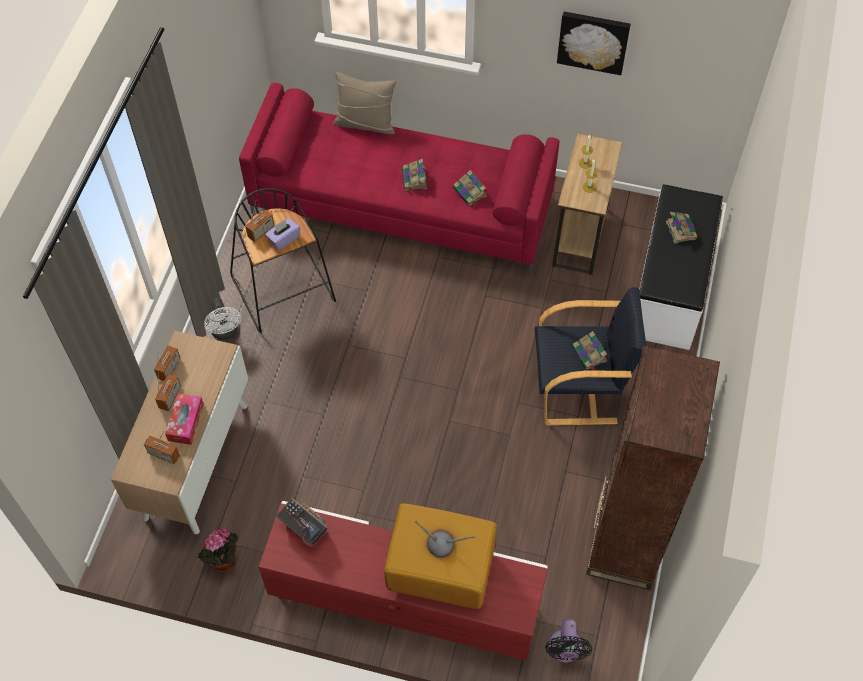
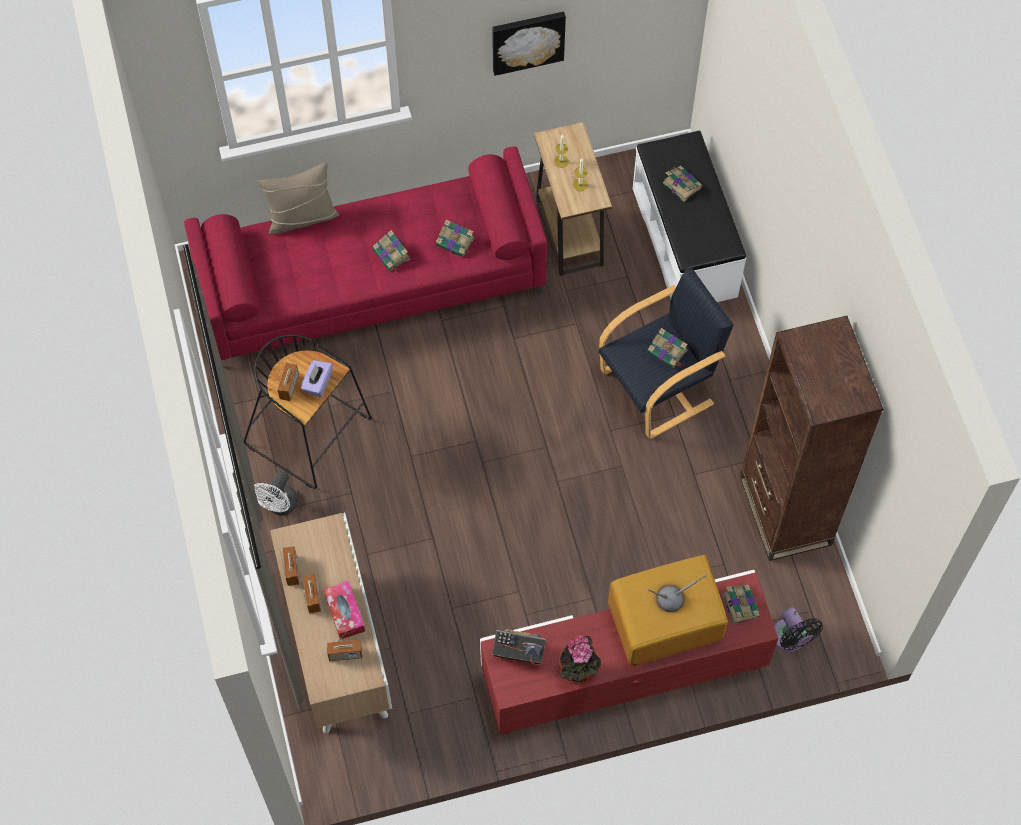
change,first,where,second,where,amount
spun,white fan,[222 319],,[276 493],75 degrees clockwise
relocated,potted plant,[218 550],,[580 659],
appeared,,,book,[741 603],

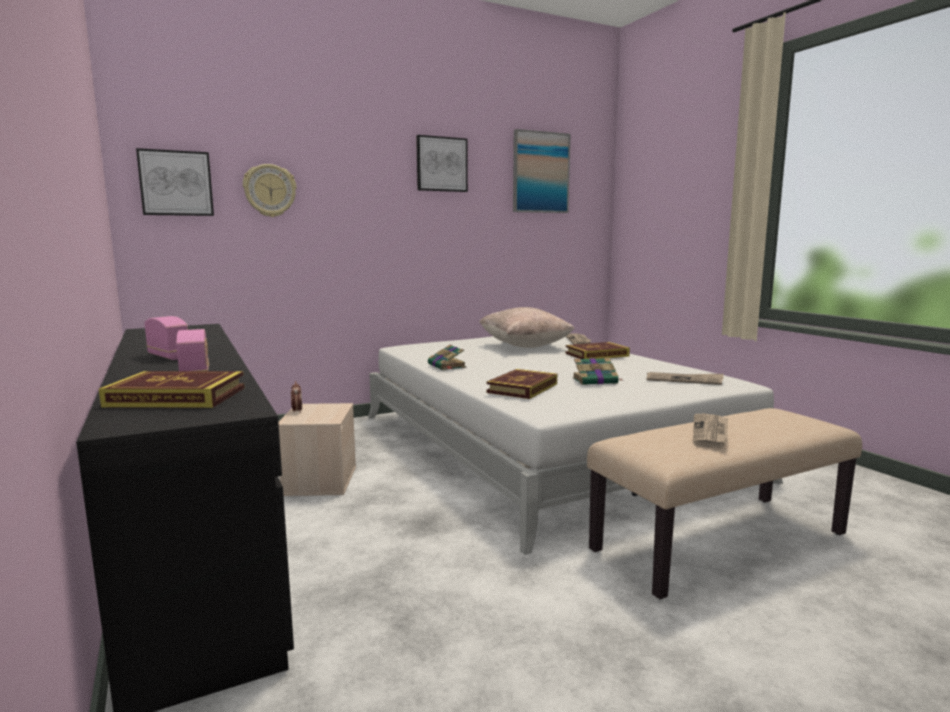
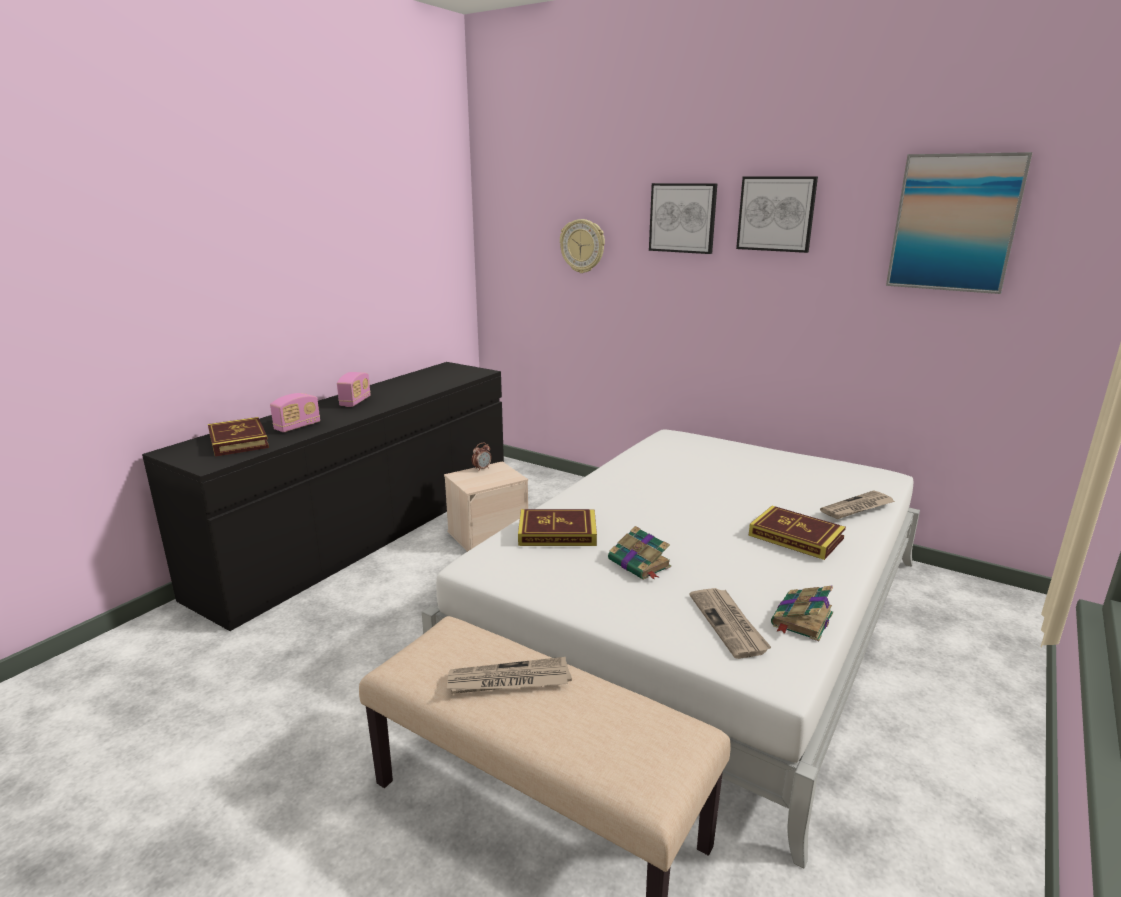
change,first,where,second,where,amount
relocated,picture,[175 182],,[683 218],
relocated,book,[447 357],,[802 613],
missing,beige pillow,[527 327],,,

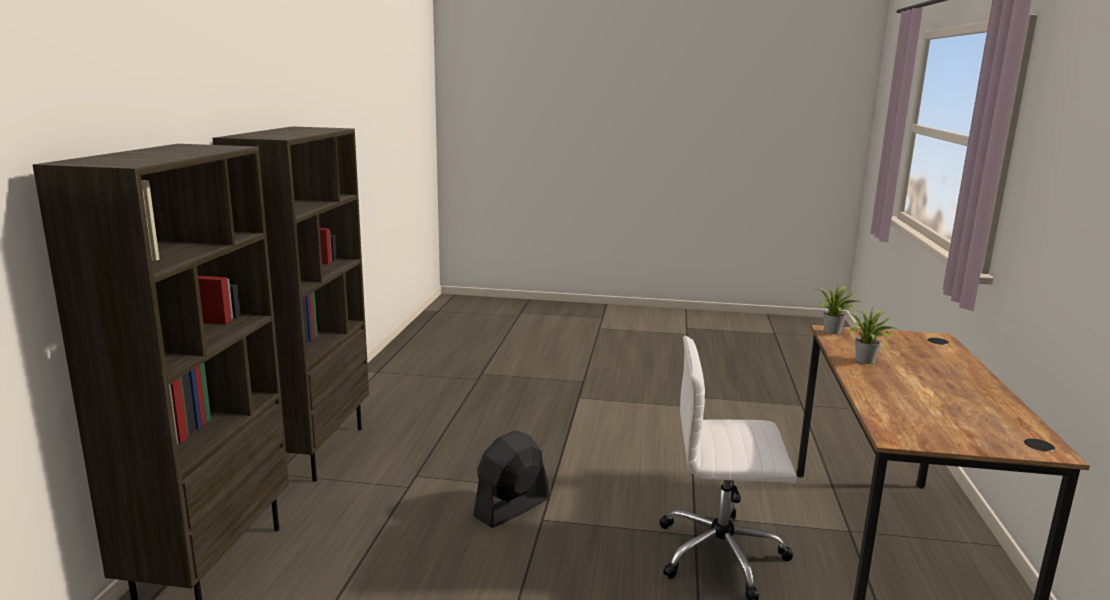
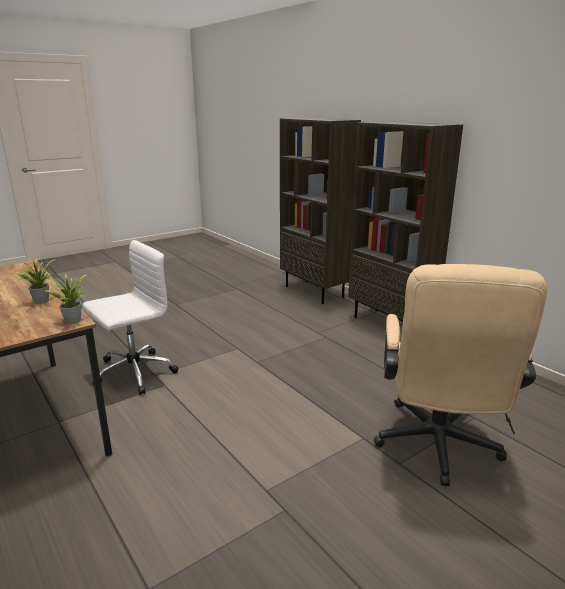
change,first,where,second,where,amount
appeared,,,beige office chair,[460 375],
missing,black fan,[511 479],,,

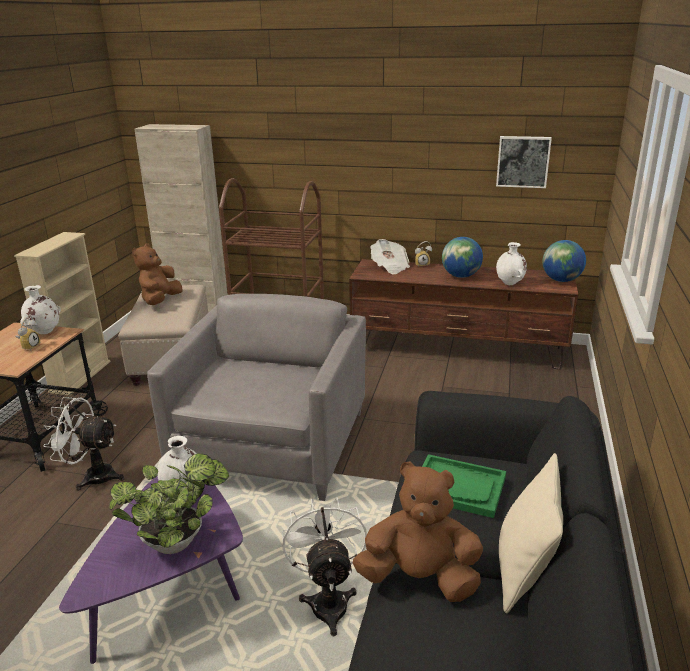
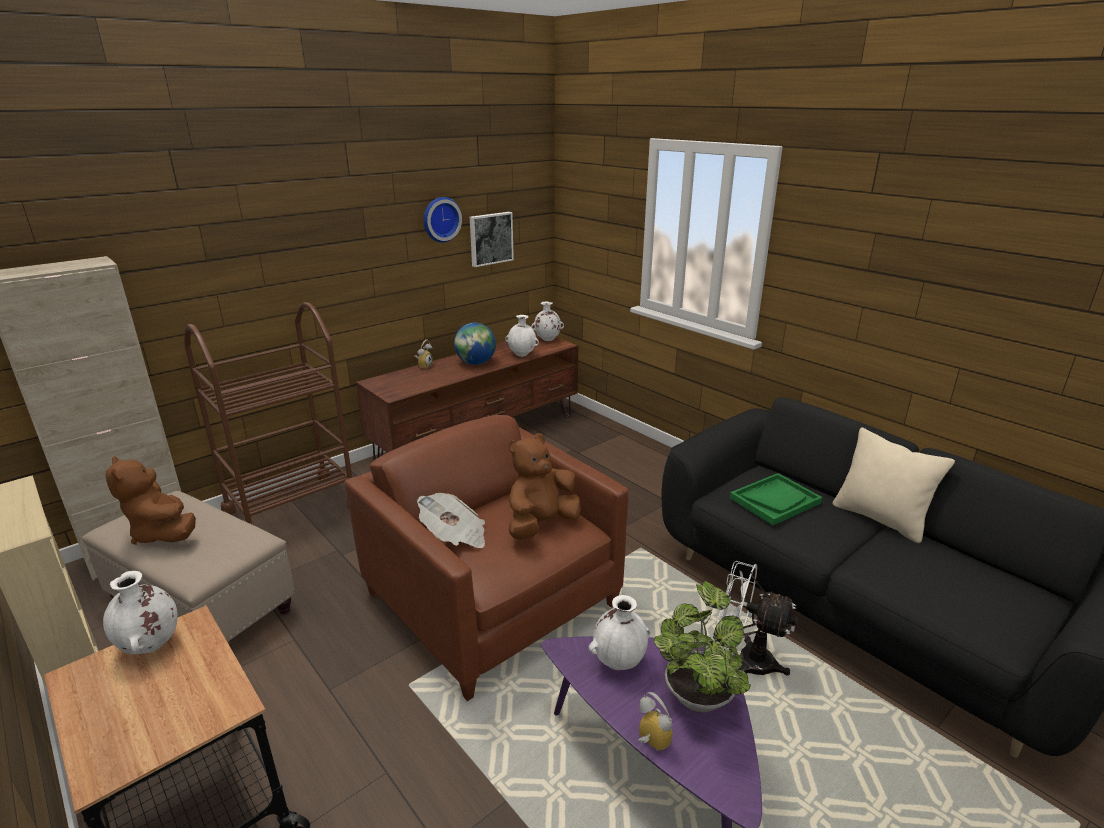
change,first,where,second,where,amount
colour,grey armchair,[256 397],brown armchair,[486 558],
relocated,newspaper,[390 257],,[451 520],
appeared,,,wall clock,[443 219],
relocated,brown plush toy,[417 532],,[545 486],
exchanged,globe,[564 261],white vase,[547 321],
relocated,alarm clock,[27 333],,[655 721],
missing,white fan,[84 444],,,

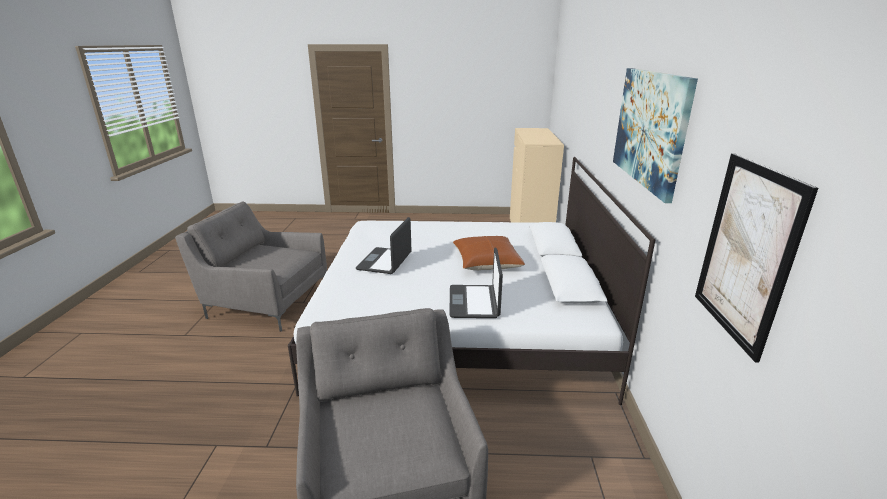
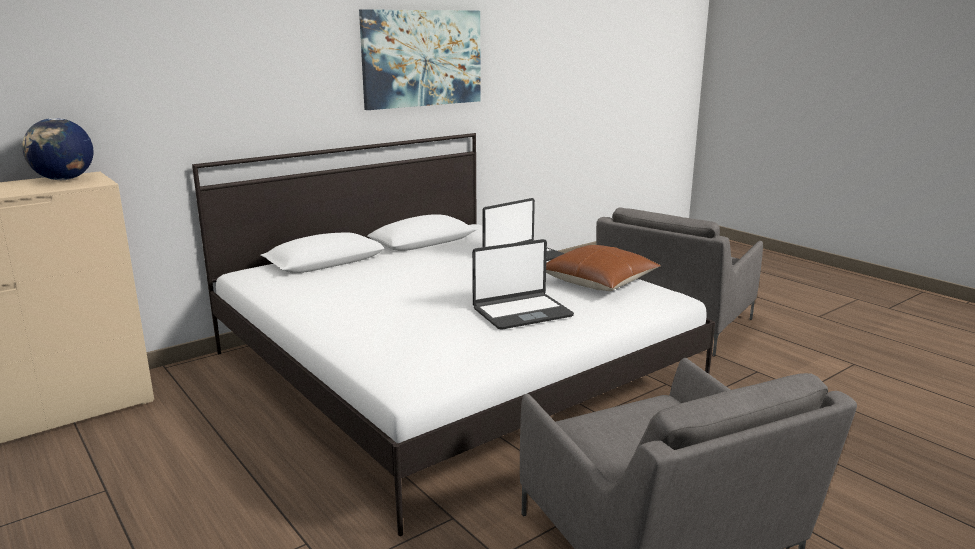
change,first,where,second,where,amount
appeared,,,globe,[57 149],
relocated,brown pillow,[489 253],,[603 268],
missing,picture,[756 258],,,

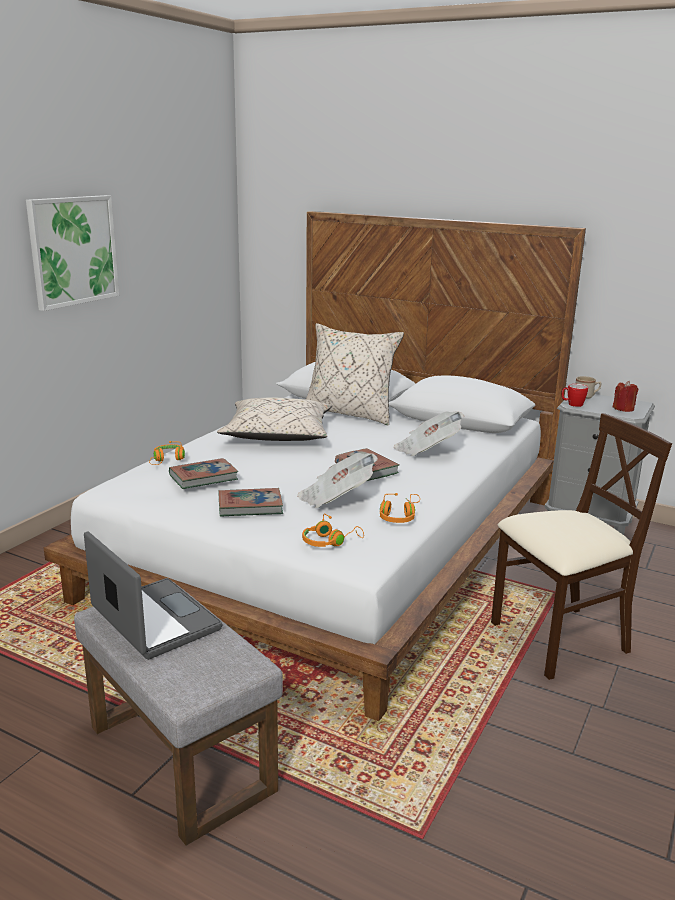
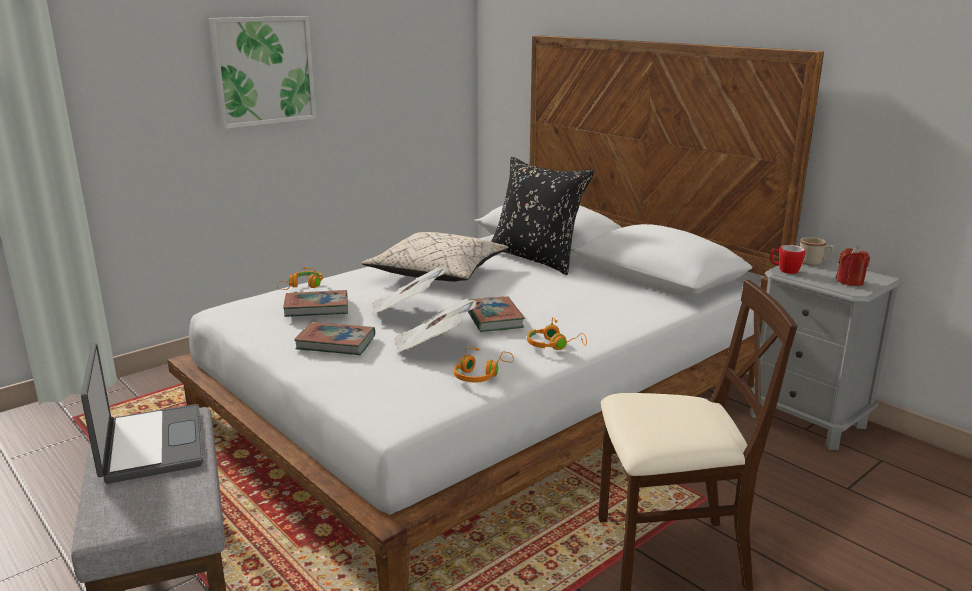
change,first,where,second,where,amount
relocated,newspaper,[429 433],,[408 291],
colour,beige pillow,[355 374],black pillow,[542 216],
relocated,orange headphones,[333 530],,[557 333],

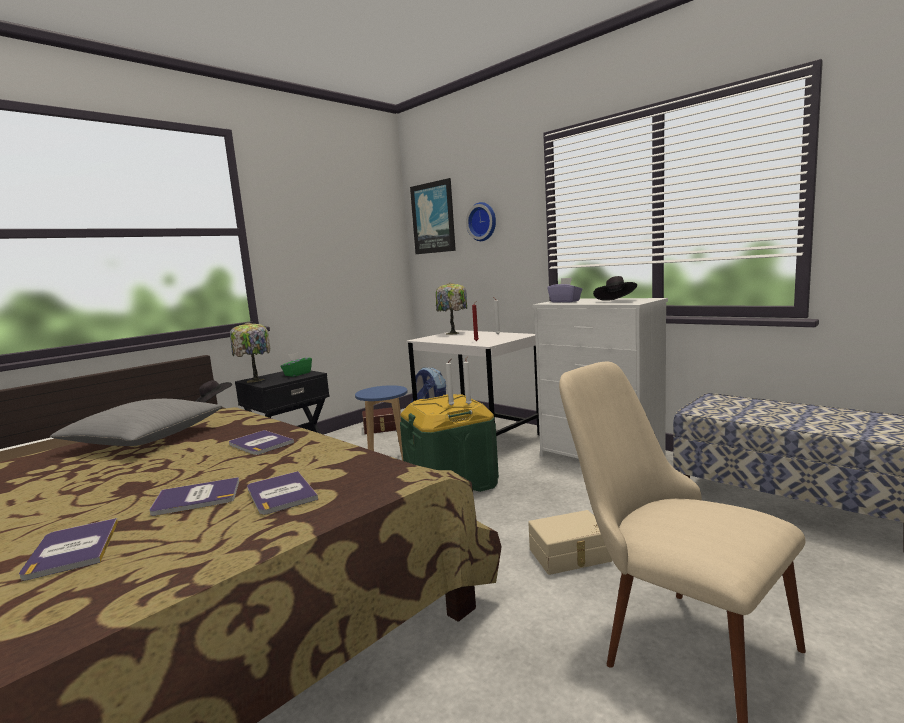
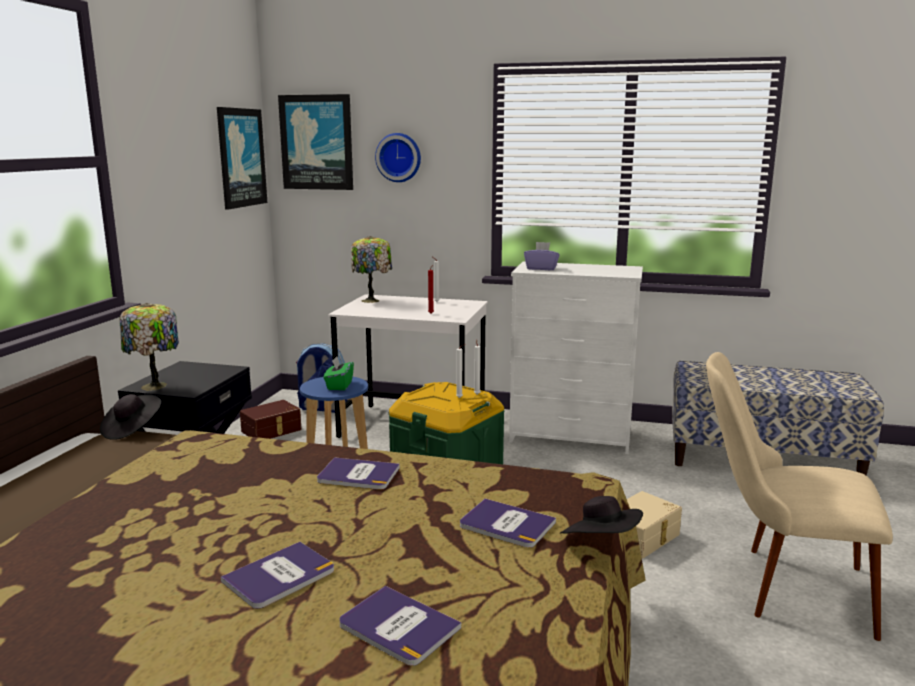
change,first,where,second,where,amount
appeared,,,picture,[242 158],
relocated,book,[194 496],,[277 575],
relocated,green tissue box,[296 364],,[339 373],
relocated,black hat,[615 288],,[601 515],
missing,grey pillow,[136 422],,,

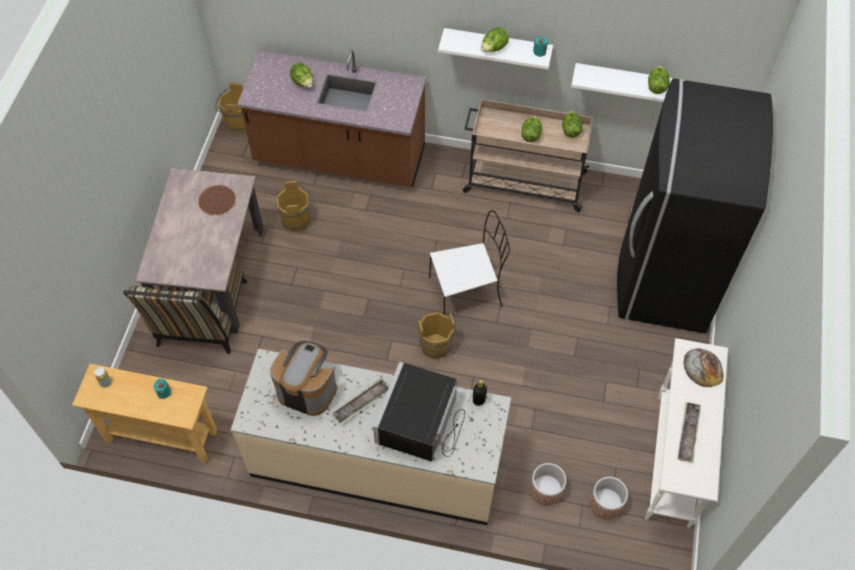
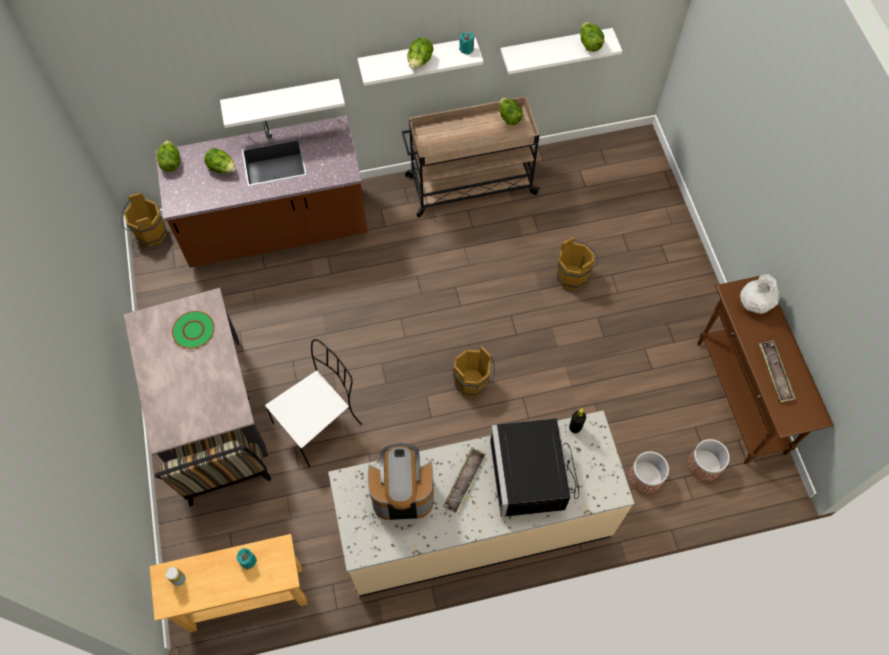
change,first,where,second,where,amount
relocated,lettuce,[531 128],,[168 156],
colour,brown plate,[217 200],green plate,[193 330],
appeared,,,white shelf,[282 103],
relocated,white chair,[469 262],,[313 403],
relocated,brown bucket,[295 206],,[577 263],
colour,white console table,[686 433],brown console table,[765 370],
exchanged,bread,[703 367],white vase,[759 294],
missing,black fridge,[695 206],,,

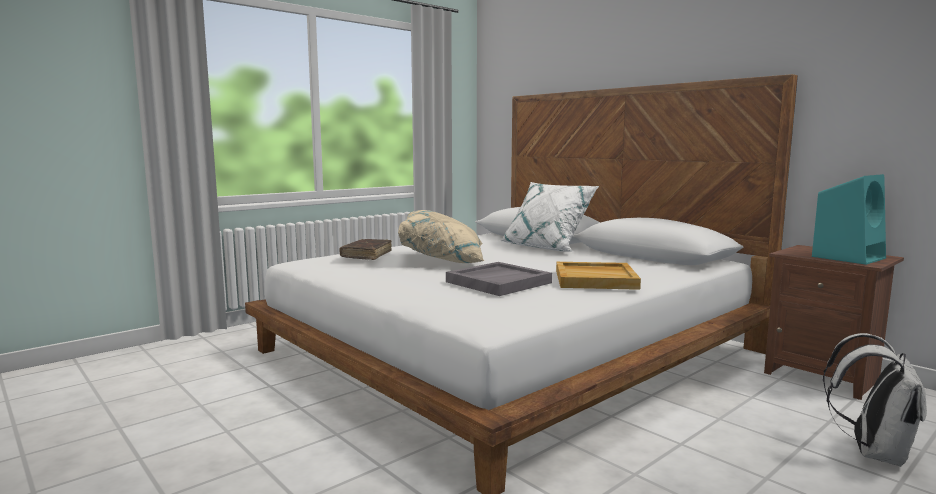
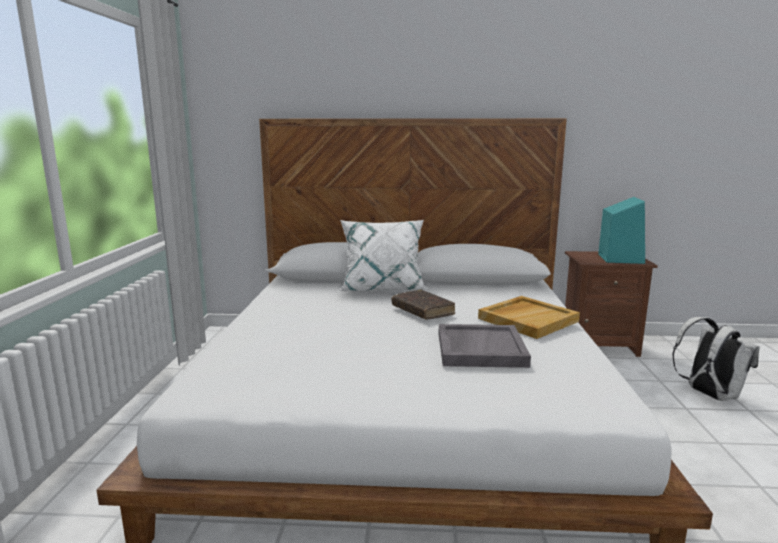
change,first,where,second,where,amount
relocated,brown book,[365 249],,[423 304],
missing,beige pillow,[441 236],,,

